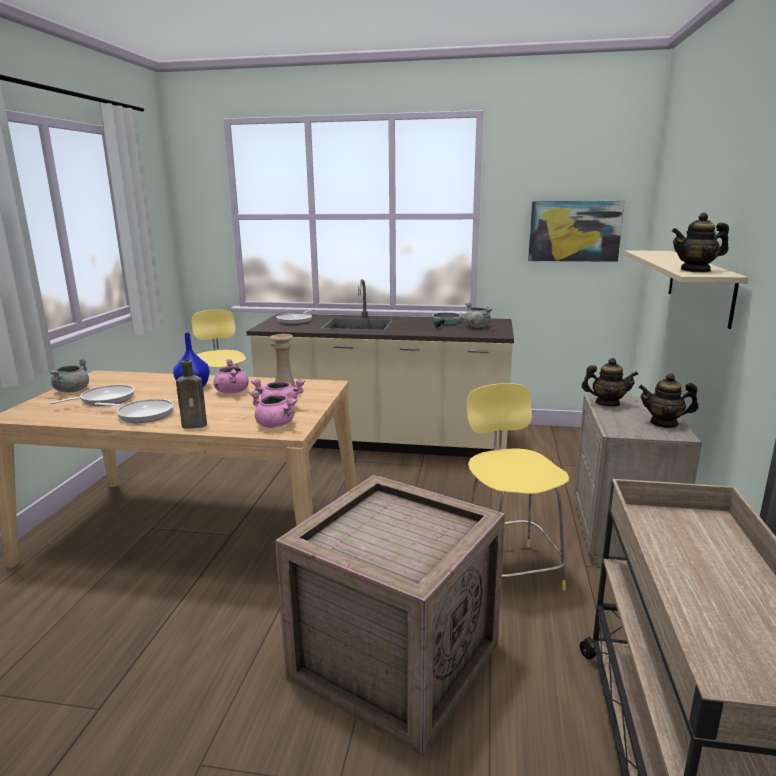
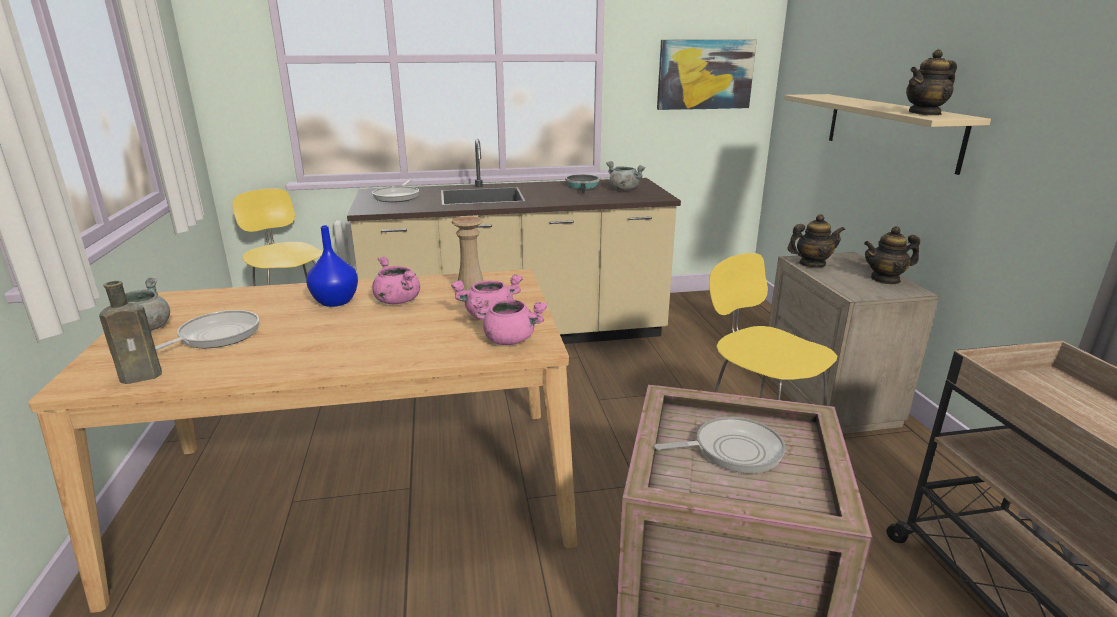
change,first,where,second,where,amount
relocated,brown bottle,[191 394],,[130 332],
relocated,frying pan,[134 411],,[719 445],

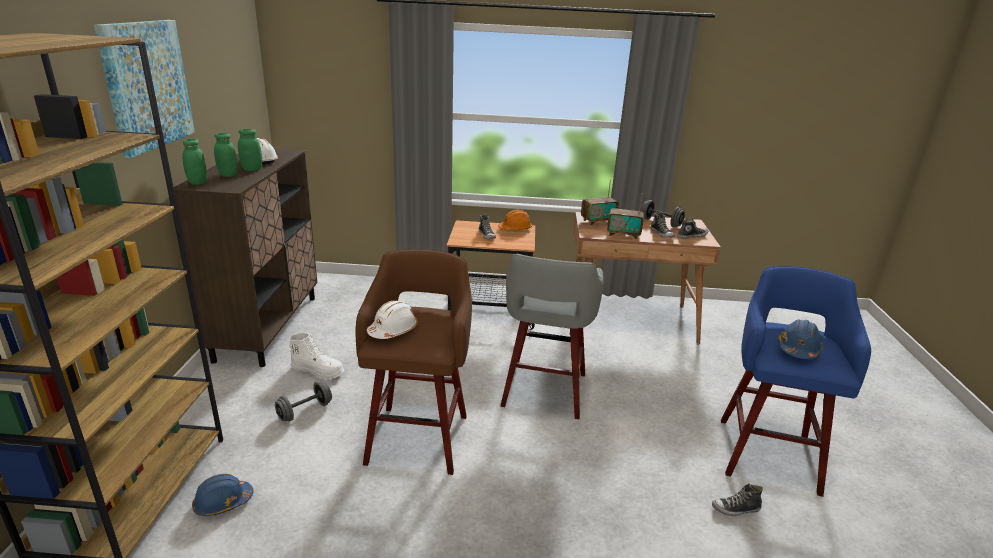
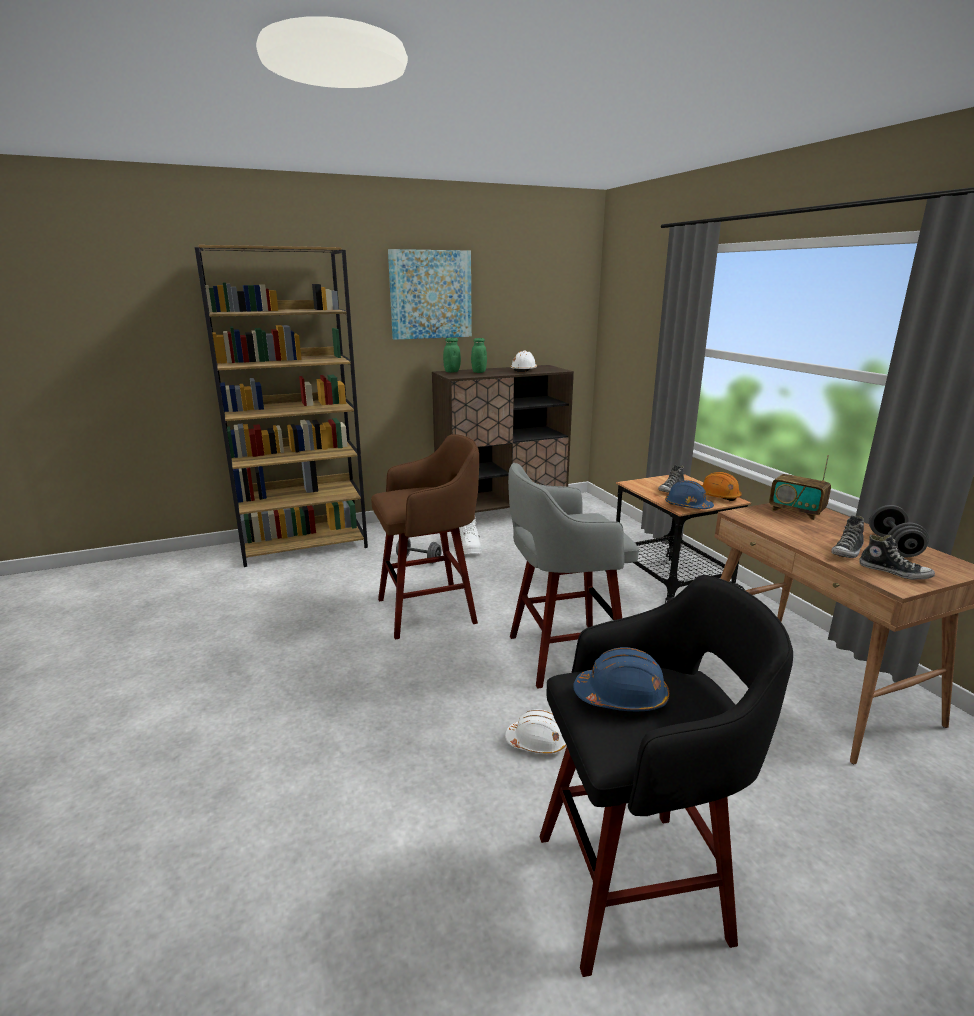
change,first,where,second,where,amount
relocated,white hard hat,[392 319],,[536 731],
colour,blue stool,[796 381],black stool,[666 776],
relocated,blue hard hat,[222 495],,[689 494],
missing,green jar,[250 150],,,
missing,radio,[625 216],,,
missing,shoe,[737 499],,,

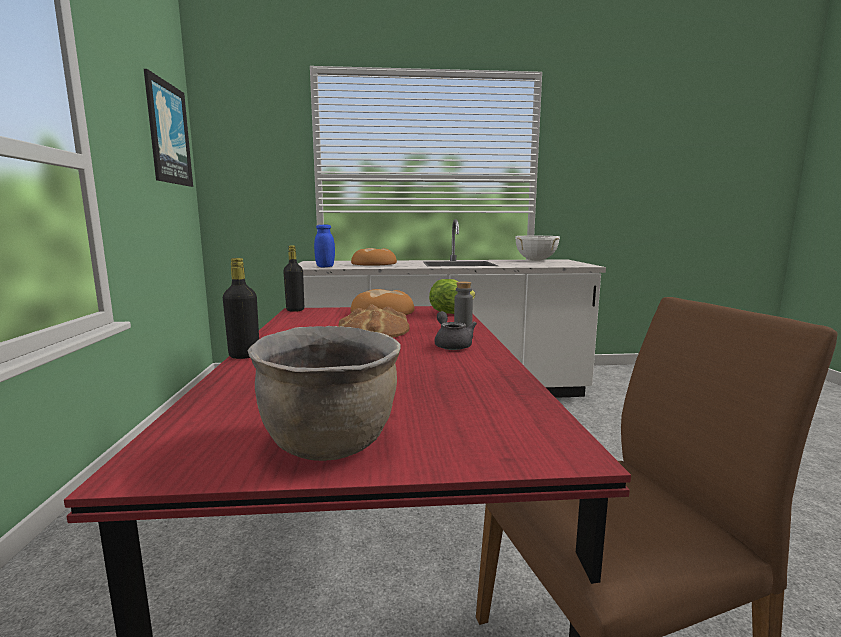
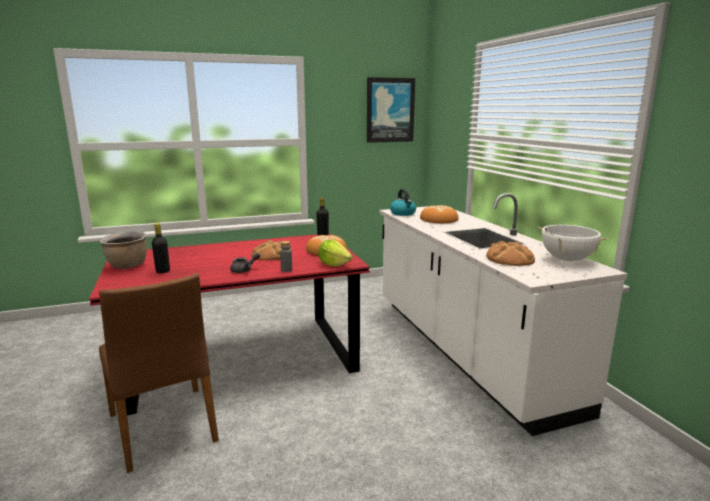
change,first,where,second,where,amount
relocated,black bottle,[241 308],,[161 248],
exchanged,blue jar,[324 245],kettle,[403 202],
appeared,,,bread,[510 253],

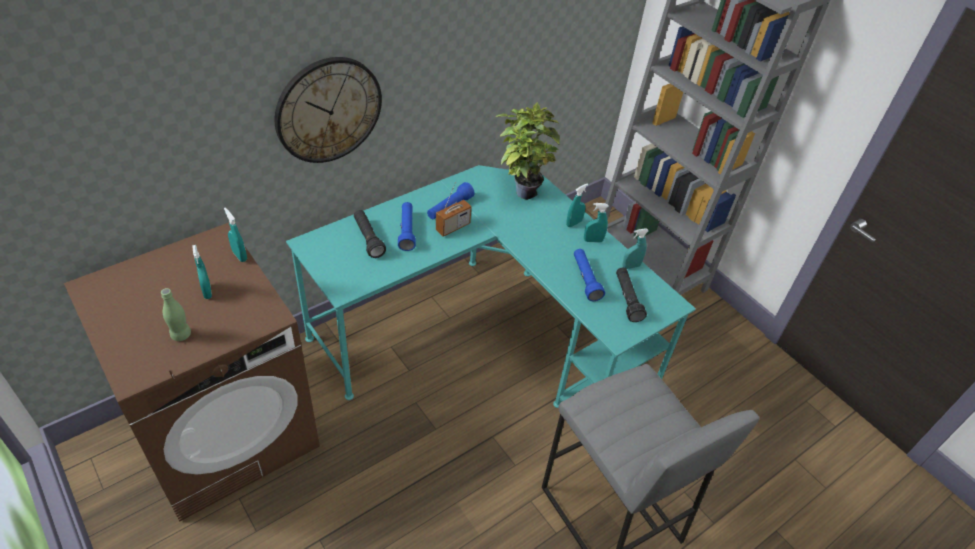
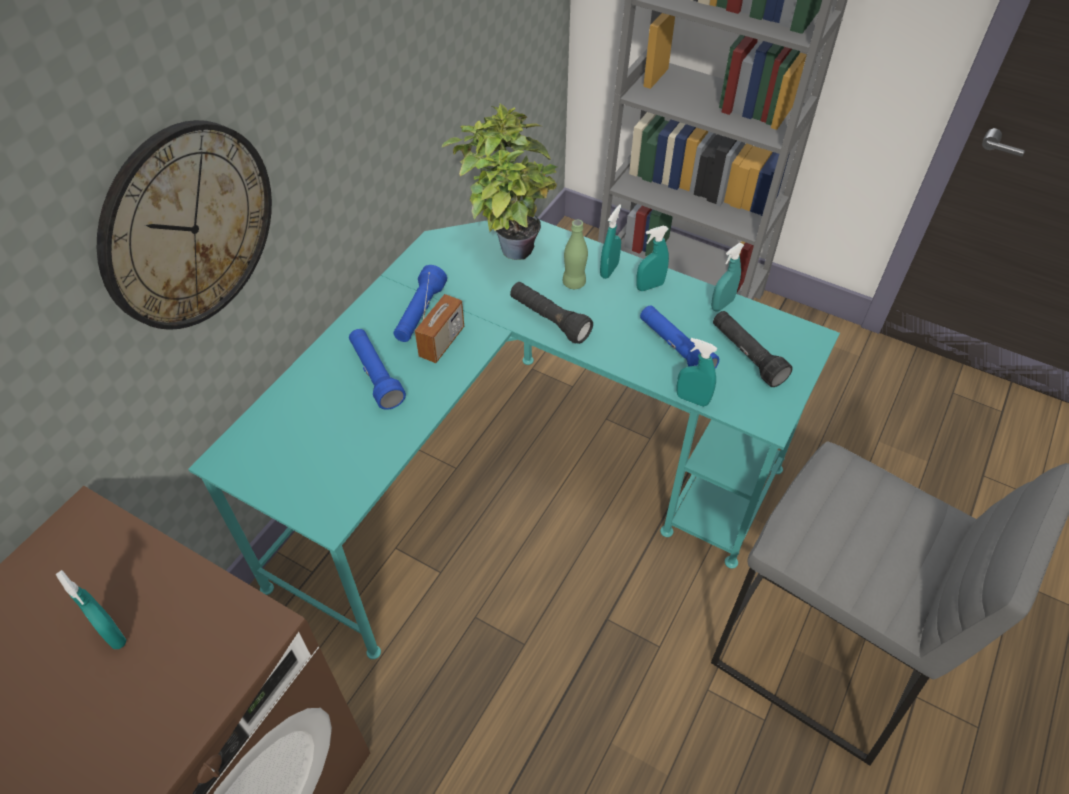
change,first,where,second,where,amount
relocated,black flashlight,[370 234],,[551 313],
relocated,green bottle,[176 314],,[575 254],
relocated,turquoise spray bottle,[235 235],,[697 372],

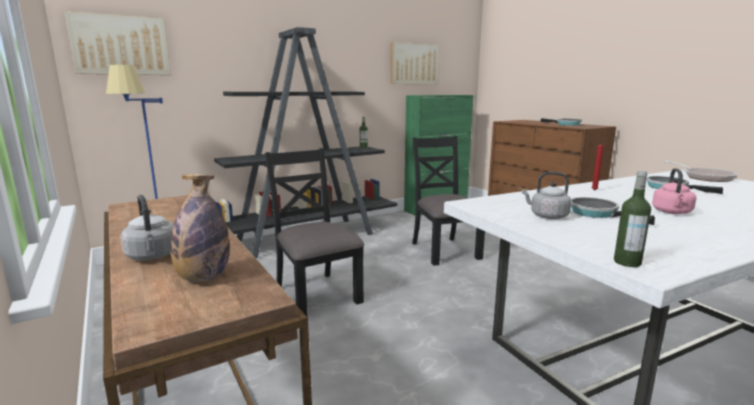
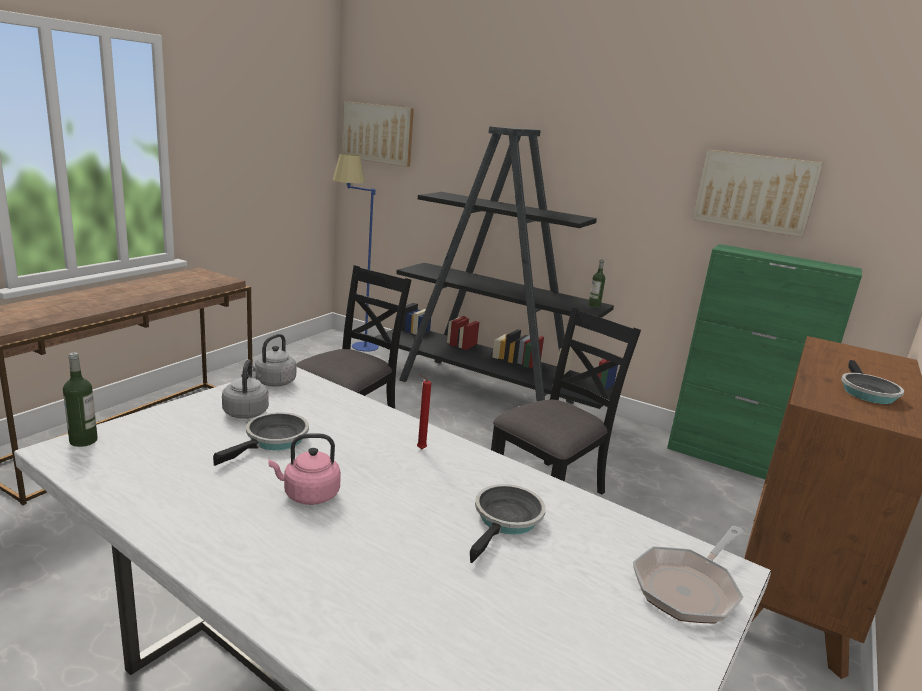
change,first,where,second,where,amount
relocated,grey kettle,[147 227],,[274 360],
missing,bottle,[200 228],,,

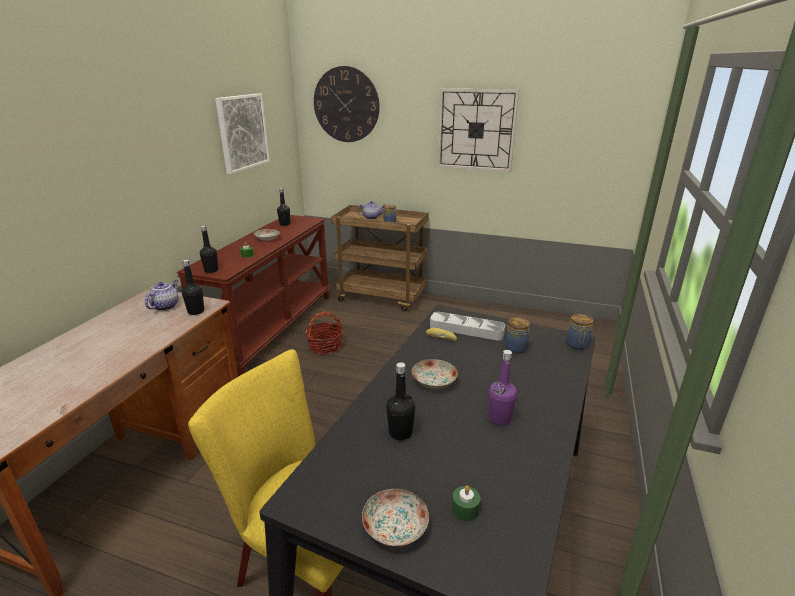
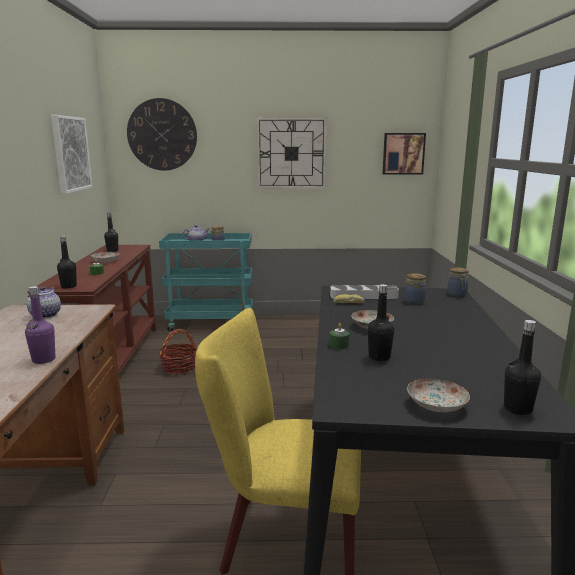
change,first,where,second,where,amount
relocated,purple bottle,[503 387],,[40 325],
colour,brown cart,[380 258],turquoise cart,[206 282],
relocated,green candle,[466 503],,[340 336],
appeared,,,picture,[404 154],
relocated,black bottle,[193 287],,[522 367],

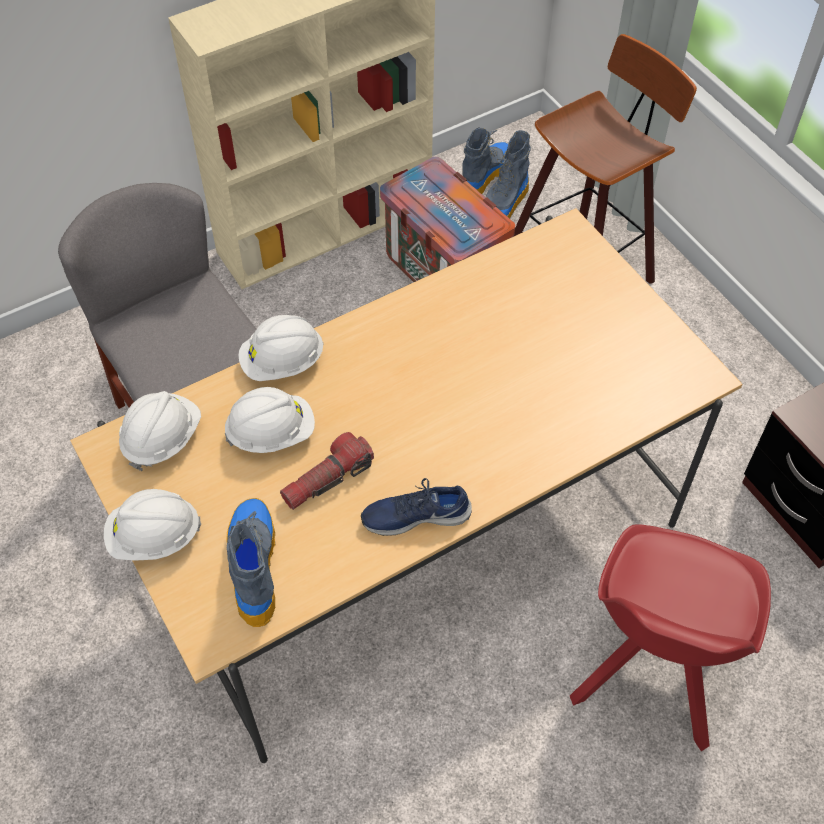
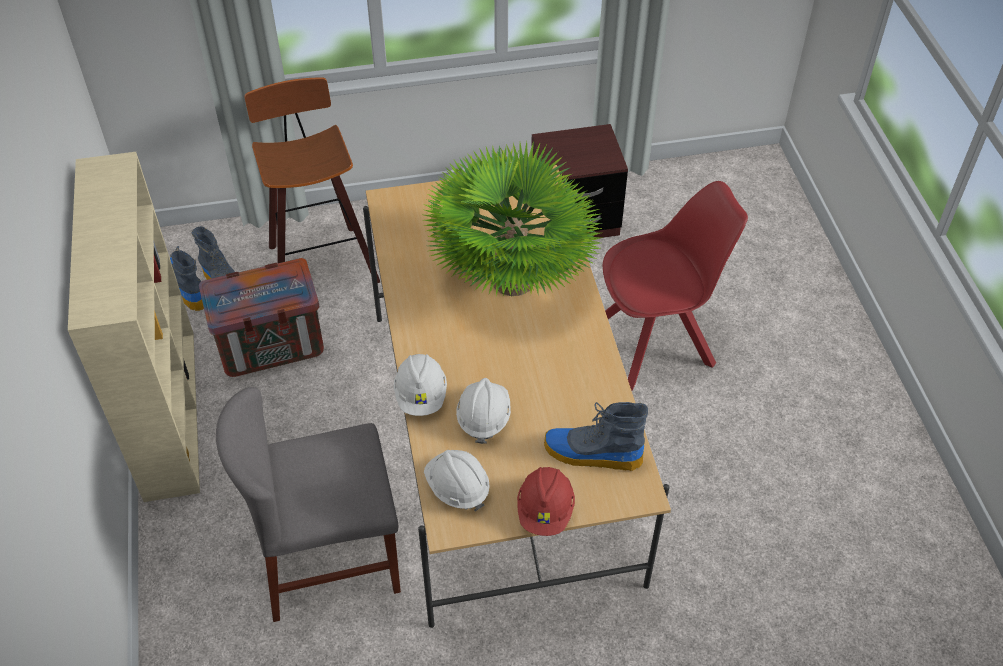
change,first,where,second,where,amount
appeared,,,potted plant,[511 218],
colour,white hard hat,[152 525],red hard hat,[546 501],
spun,red chair,[670 638],,[675 286],60 degrees counterclockwise
missing,flashlight,[327 471],,,
missing,blue shoe,[416 507],,,

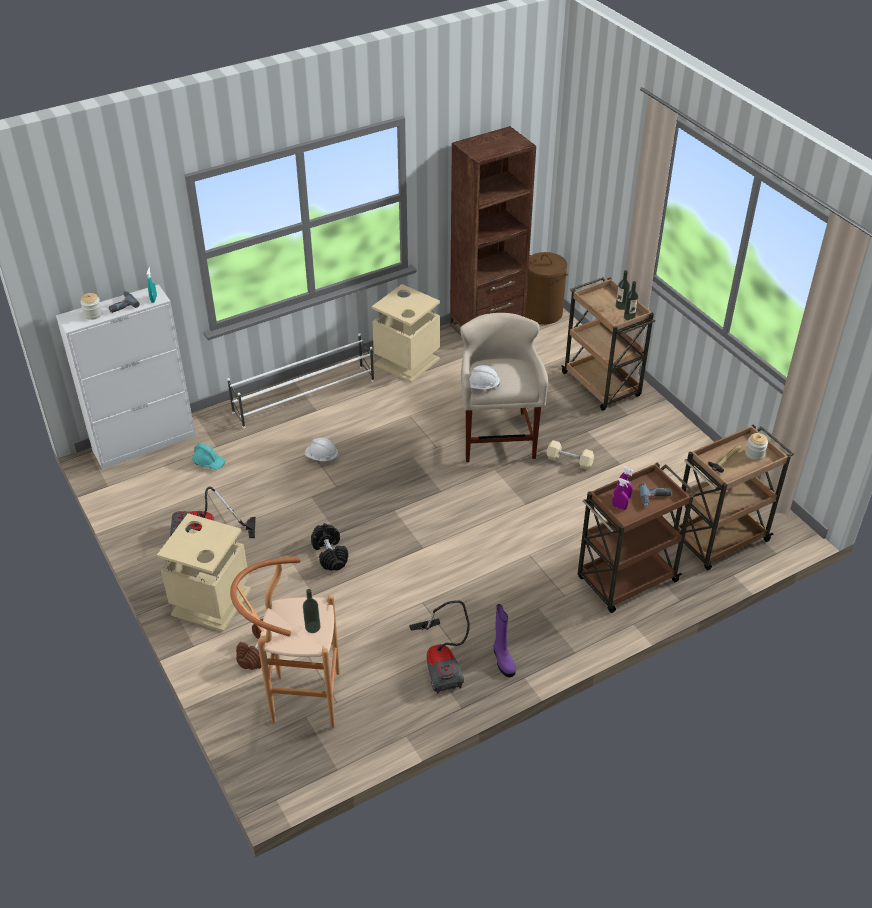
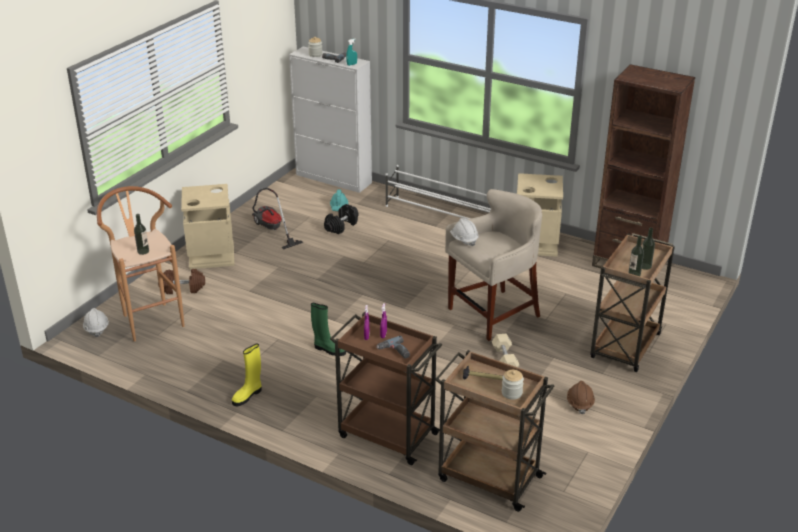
change,first,where,second,where,amount
relocated,white hard hat,[321 449],,[96 322],
colour,purple boot,[505 640],yellow boot,[247 375],
appeared,,,green boot,[328 329],
relocated,black dumbbell,[329 547],,[341 219],
appeared,,,brown hard hat,[581 397],
missing,vacuum cleaner,[439 647],,,
missing,brown laundry basket,[547 288],,,

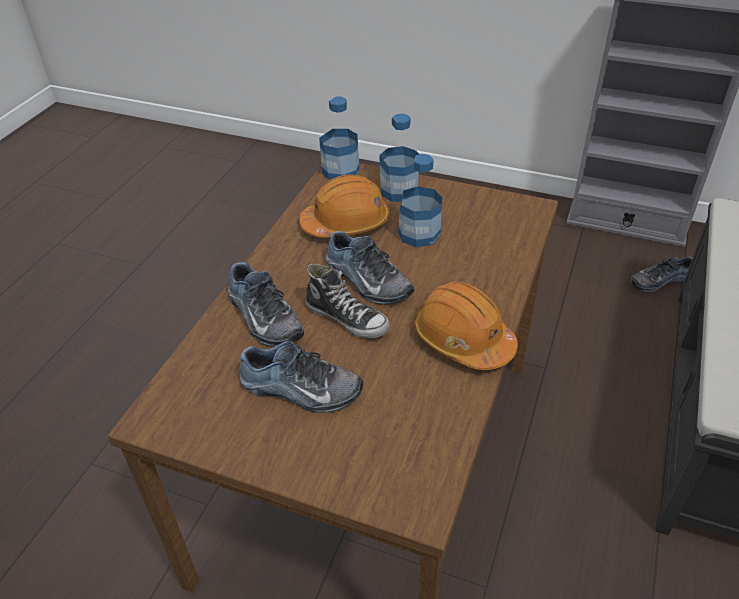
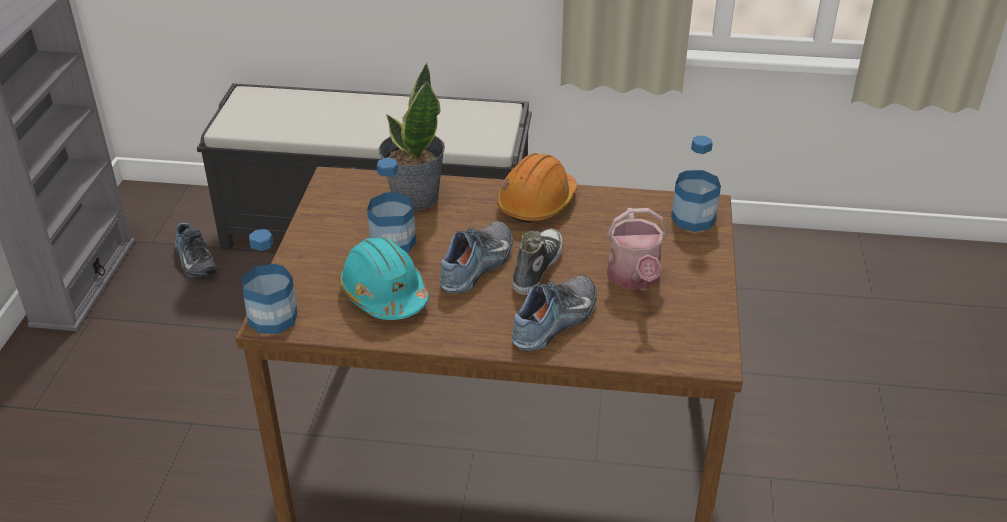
change,first,where,second,where,amount
colour,orange hard hat,[344 206],turquoise hard hat,[384 278],
appeared,,,potted plant,[411 136],
exchanged,shoe,[302 377],watering can,[637 248],
relocated,bottle,[399 157],,[696 184],

